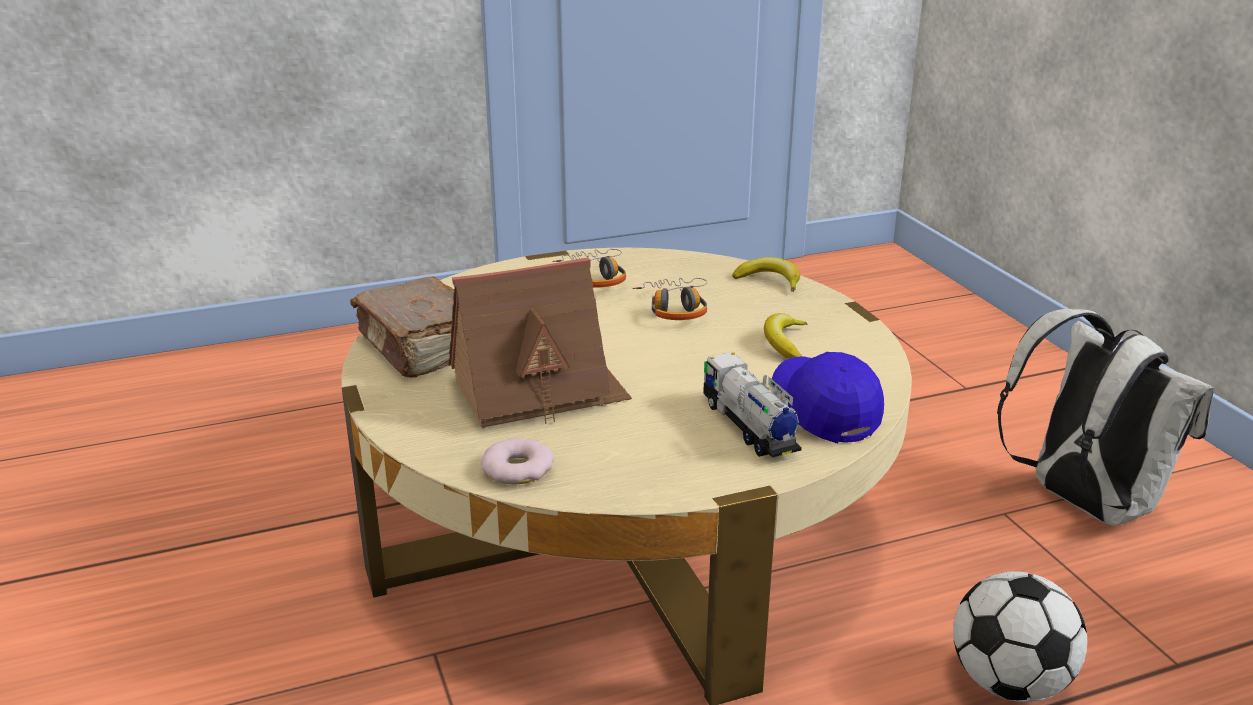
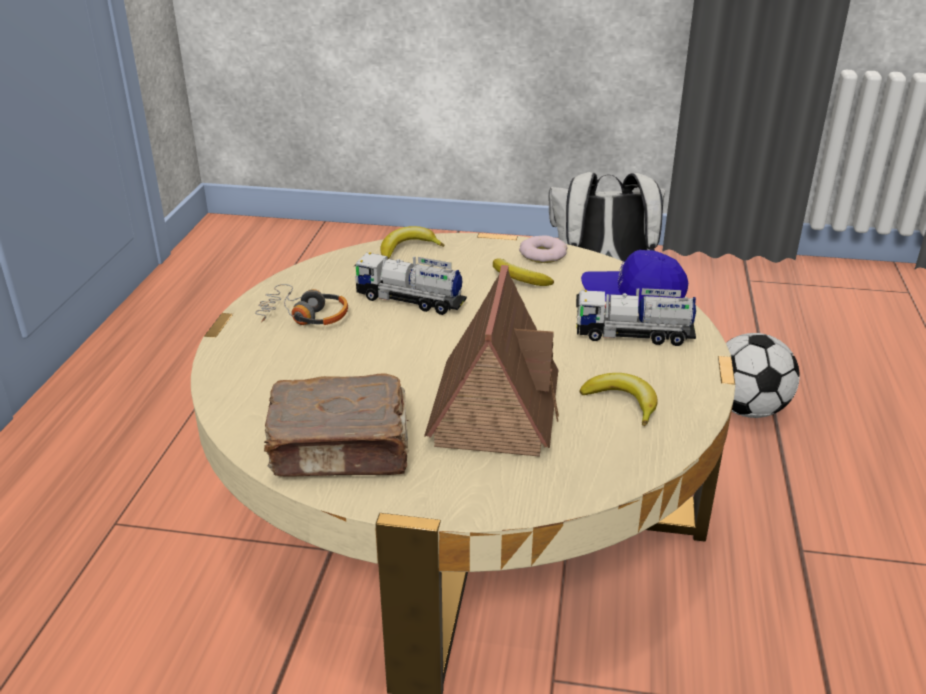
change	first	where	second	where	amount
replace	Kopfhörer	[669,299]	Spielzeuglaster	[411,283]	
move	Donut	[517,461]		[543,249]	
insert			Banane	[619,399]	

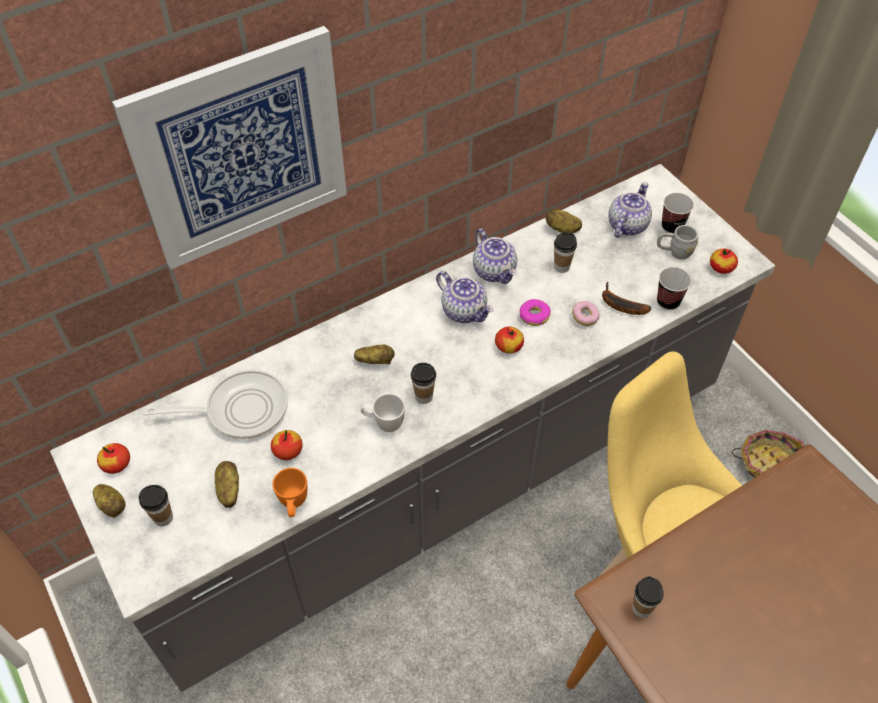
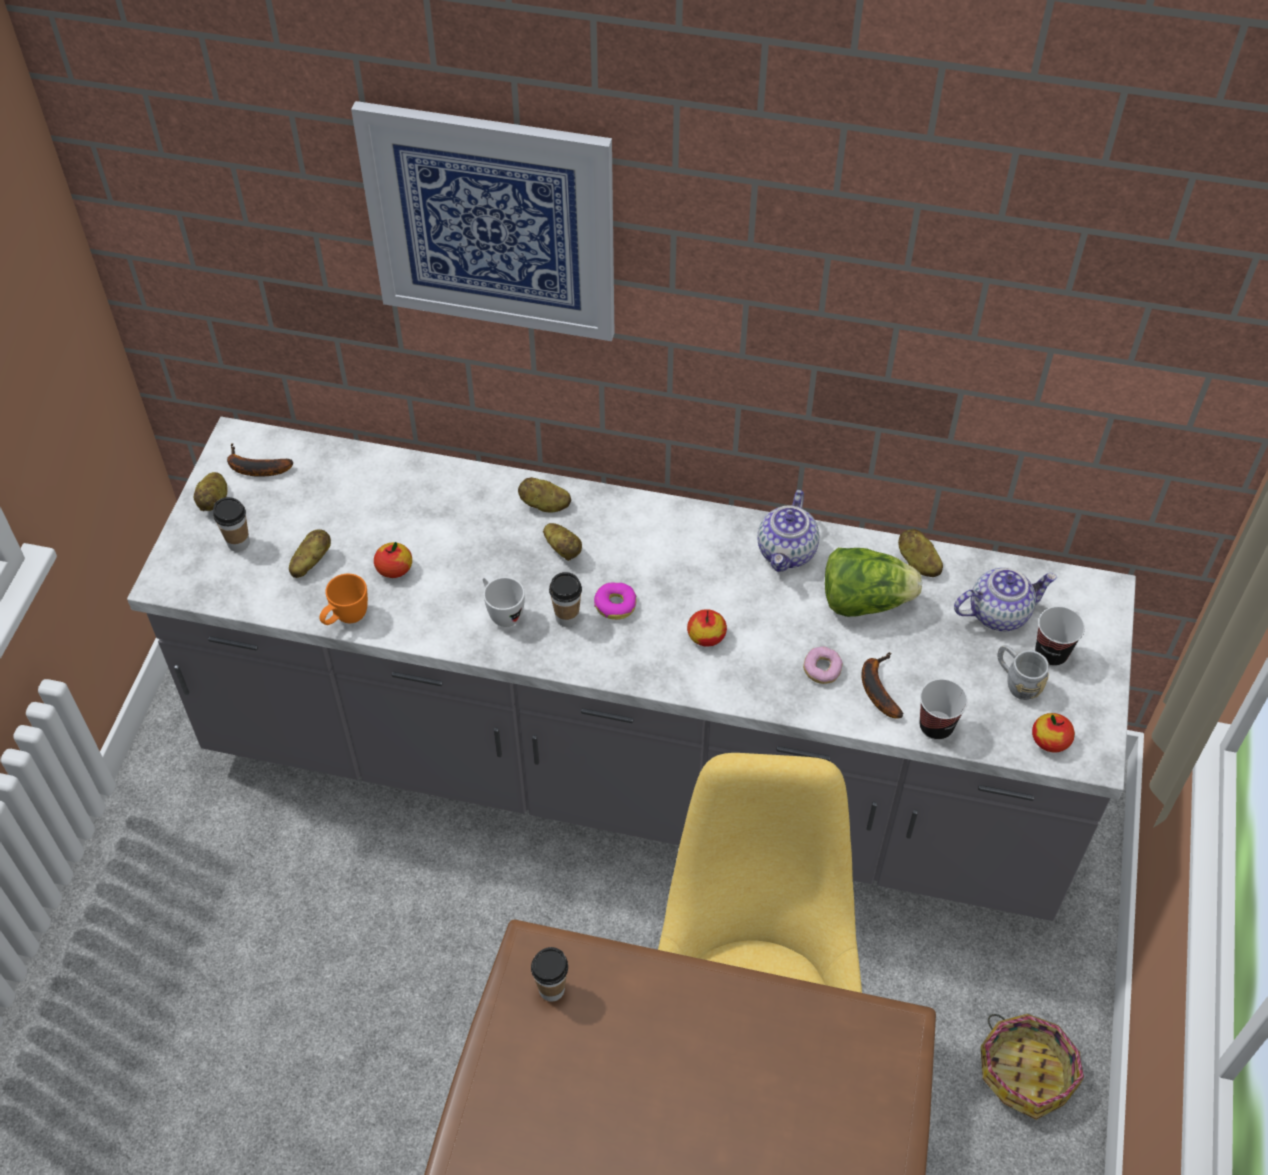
change	first	where	second	where	amount
replace	Apfel	[113,458]	Banane	[260,460]	
insert			Kartoffel	[544,494]	
move	Donut	[535,312]		[615,601]	
replace	Tasse	[565,252]	Salatkopf	[873,582]	
delete	Pfanne	[215,404]			
delete	Teekanne	[465,297]			

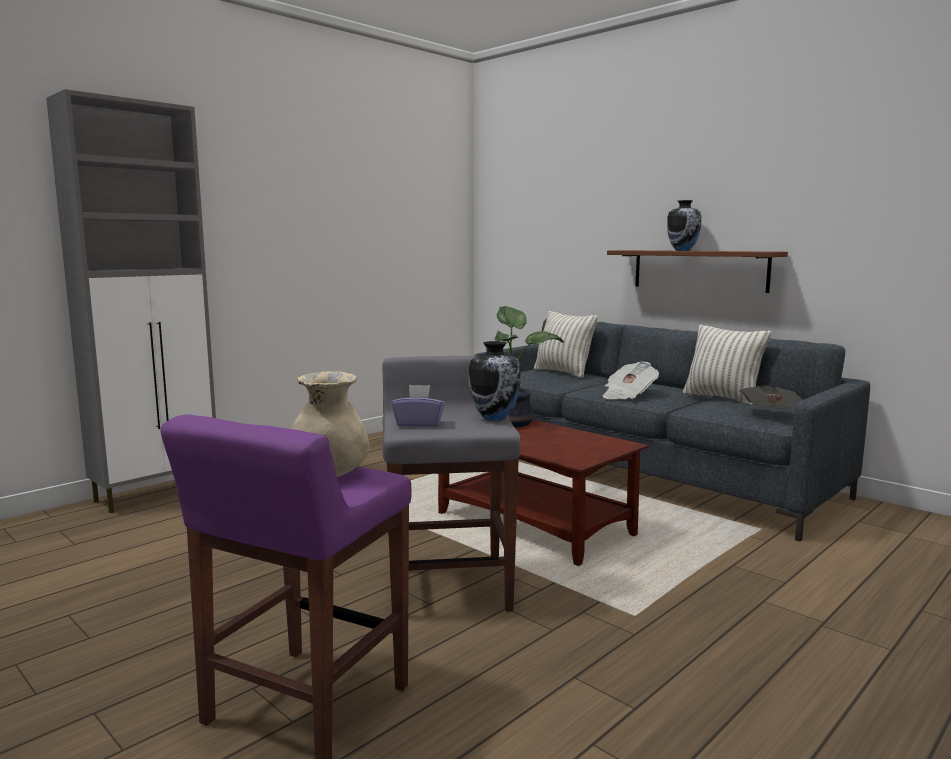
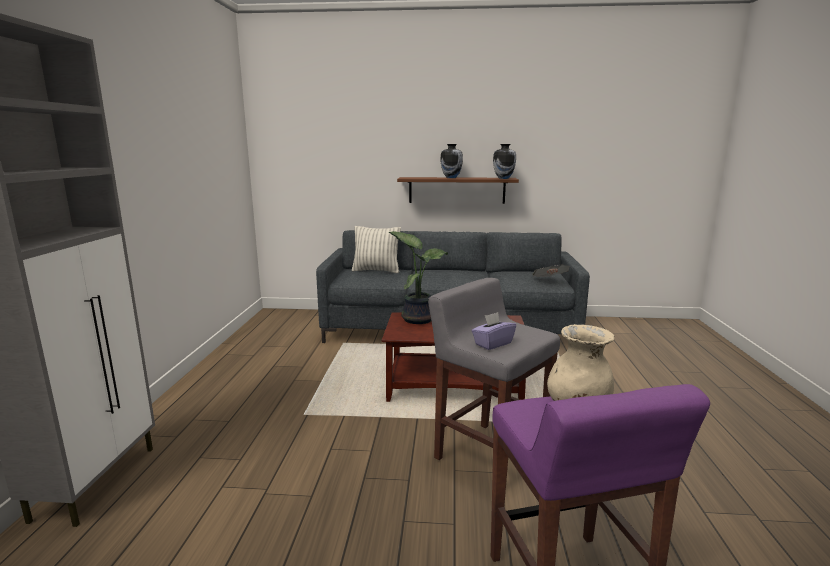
change	first	where	second	where	amount
move	Vase	[495,381]		[504,161]	
delete	Zeitung	[631,380]			
delete	Kissen	[727,365]			

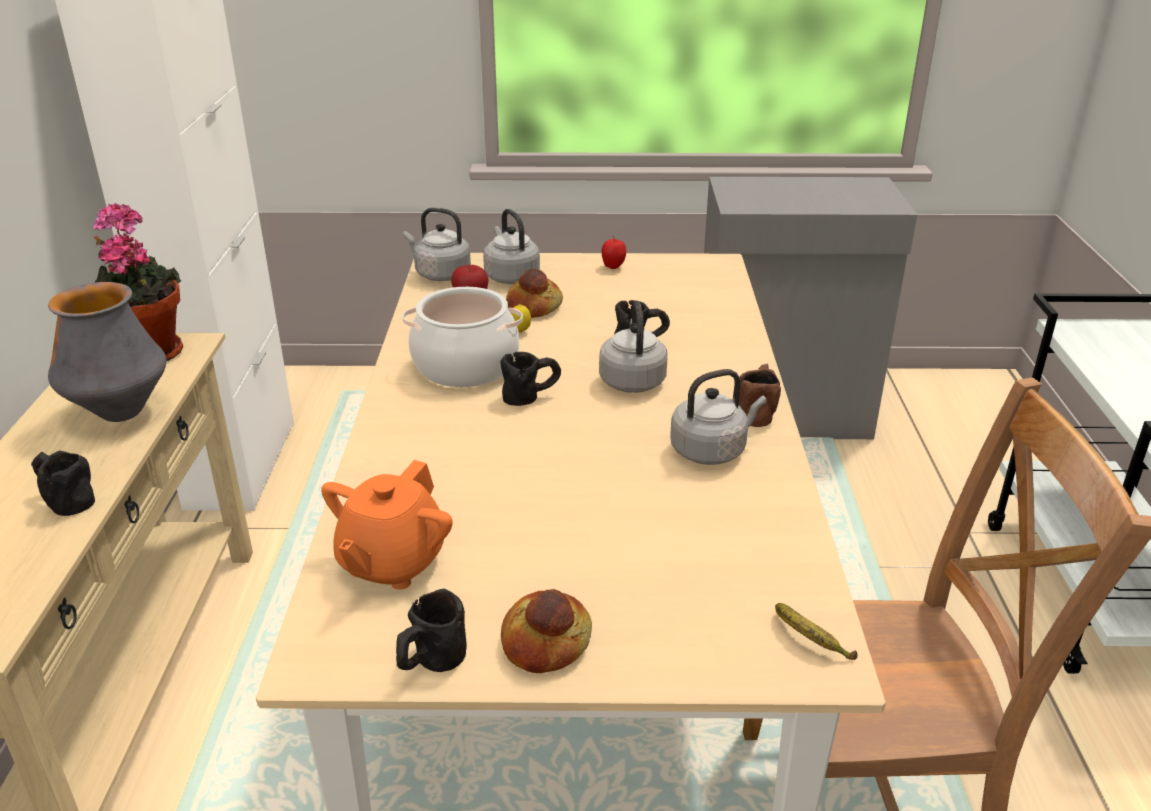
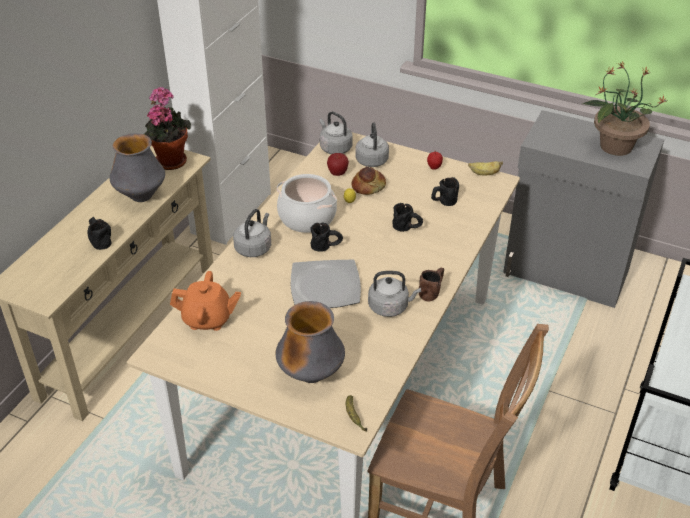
change	first	where	second	where	amount
rotate	Teekanne [orange]	[387,525]		[205,301]	135 degrees counterclockwise
move	Wasserkessel [grau]	[633,347]		[252,233]	
insert			Vase	[310,342]	
insert			Teller	[326,284]	
move	Henkelbecher [schwarz]	[431,630]		[445,191]	
insert			Banane	[485,168]	
insert			Topfpflanze	[625,109]	
delete	Brot	[546,631]			

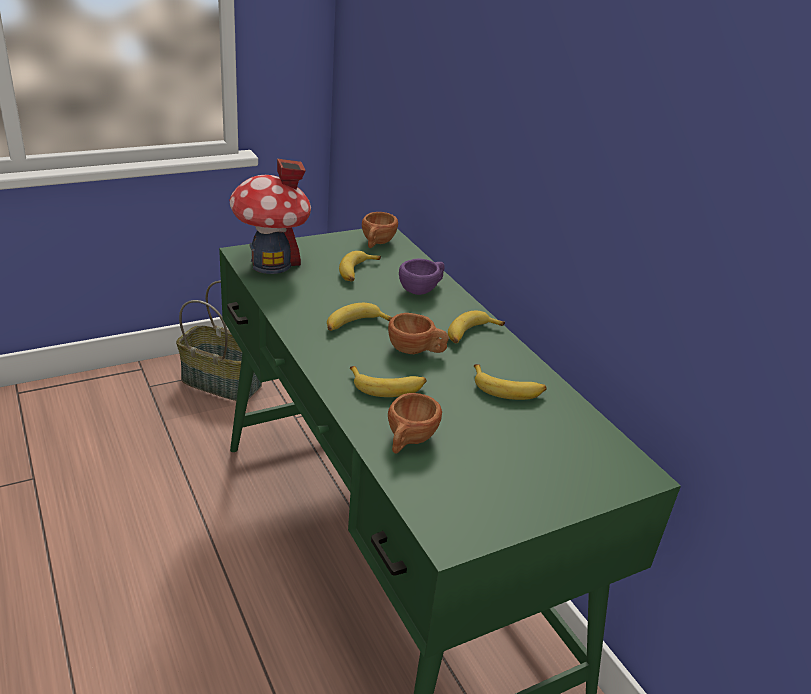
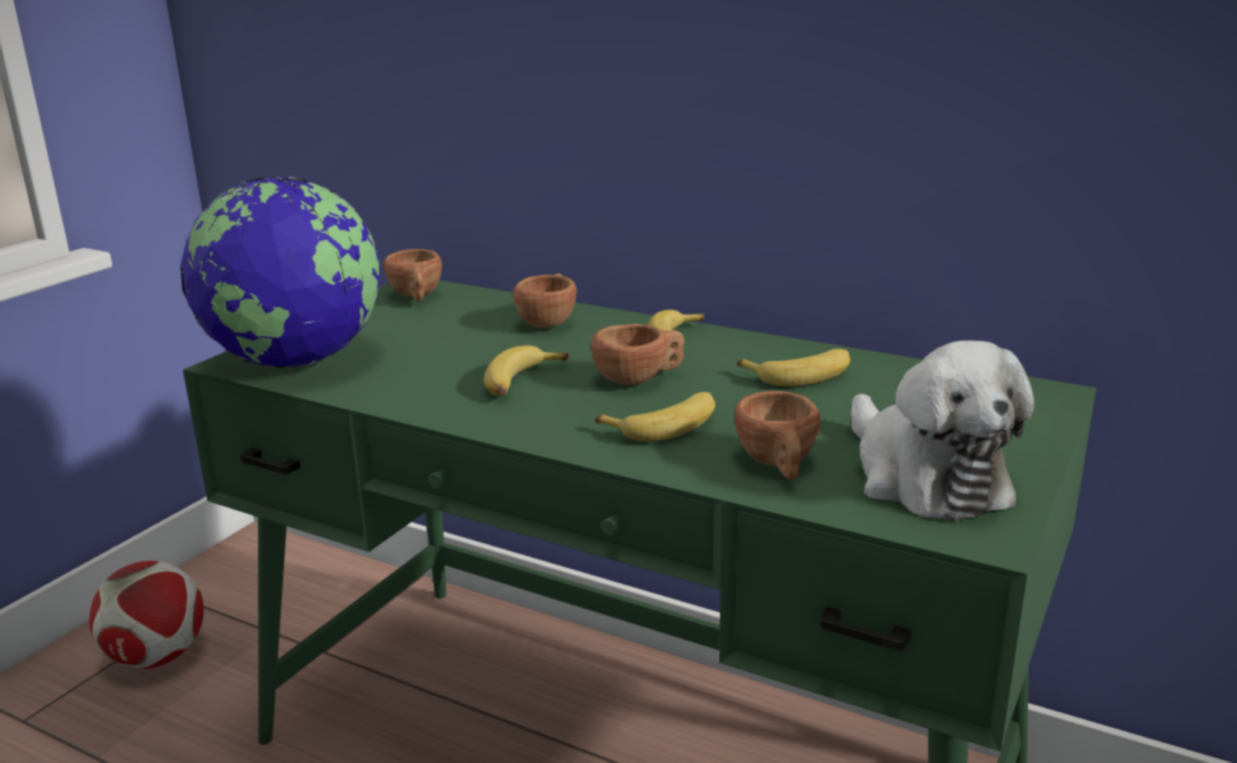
change	first	where	second	where	amount
replace	Korb	[219,340]	Fußball	[146,615]	
replace	Spielzeughaus	[270,216]	Globus	[280,272]	
recolor	Tasse [lila]	[422,276]	Tasse [braun]	[545,300]	
insert			Plüschtier	[942,430]	
delete	Banane	[360,266]			

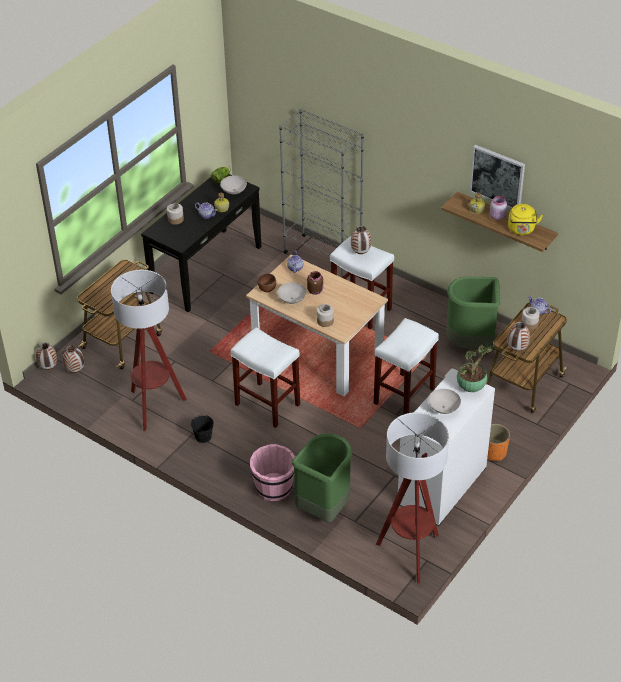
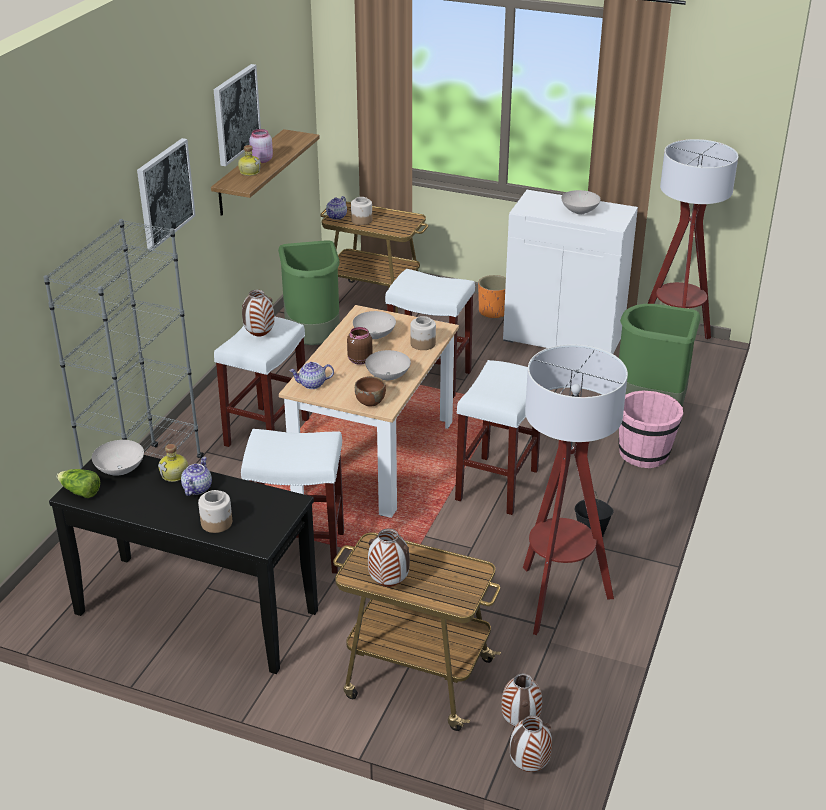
change	first	where	second	where	amount
insert			Bild	[166,194]	
insert			Hocker [weiß]	[292,501]	
insert			Schüssel [weiß]	[374,325]	
move	Vase	[518,336]		[389,557]	
delete	Topfpflanze	[476,368]			
delete	Wasserkessel [gelb]	[525,219]			

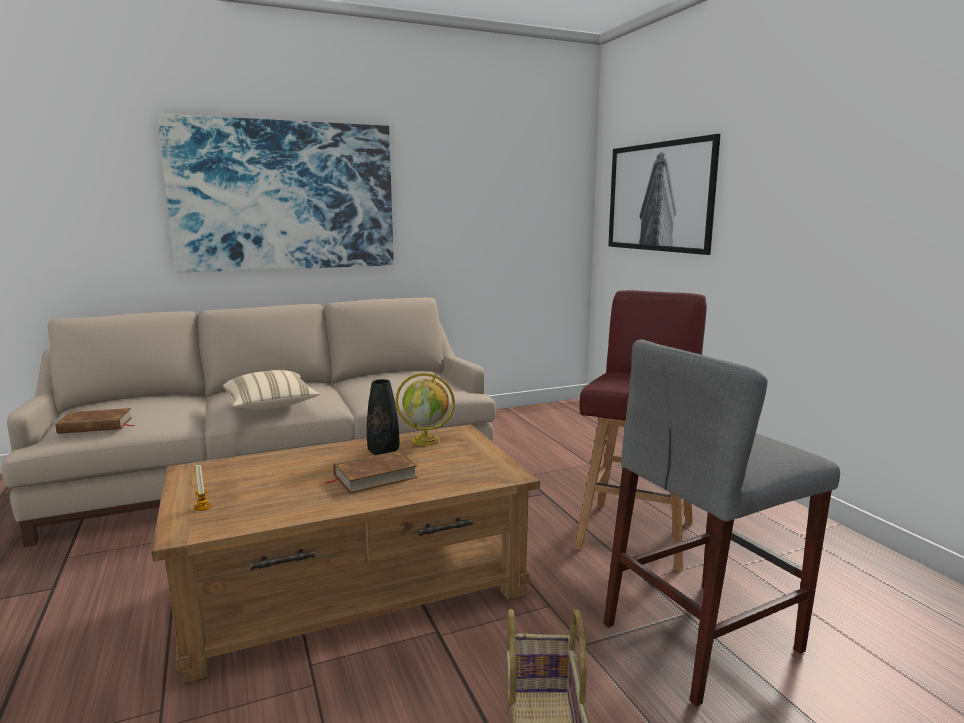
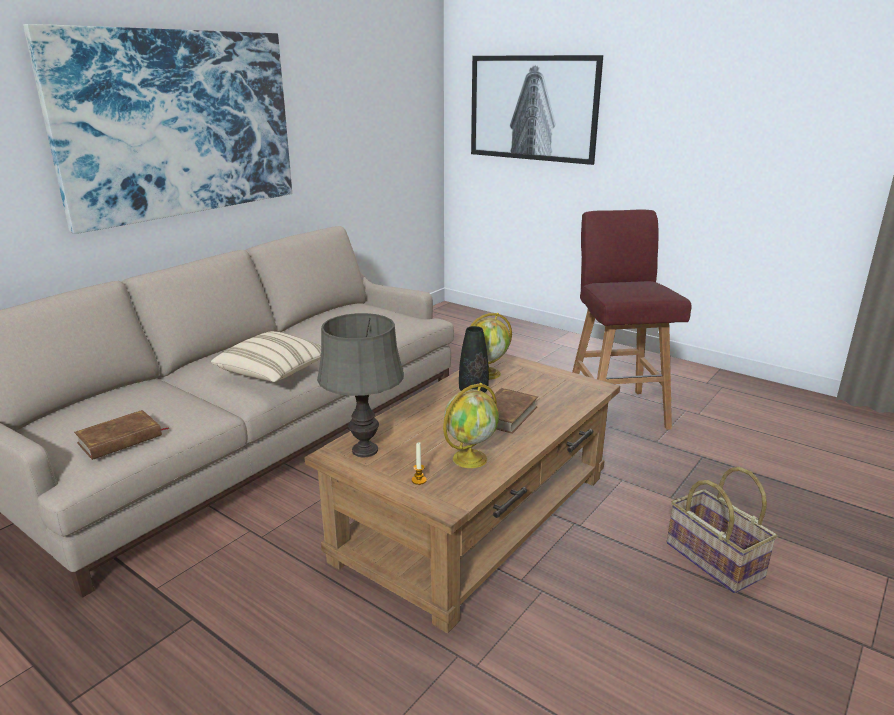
change	first	where	second	where	amount
insert			Tischlampe [grau]	[360,385]	
insert			Globus	[471,425]	
delete	Hocker [grau]	[722,523]			

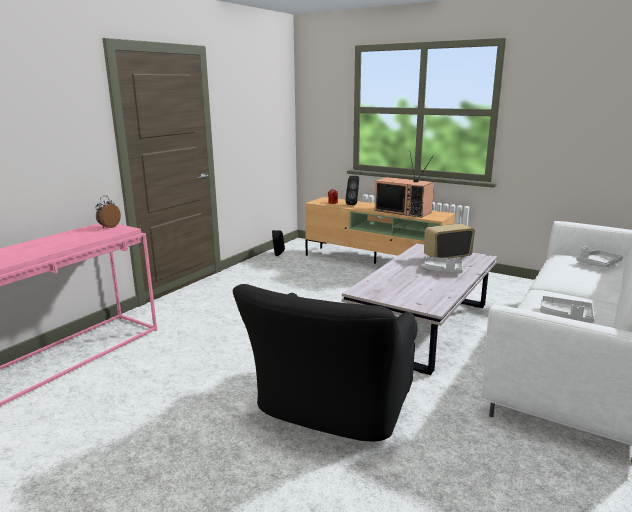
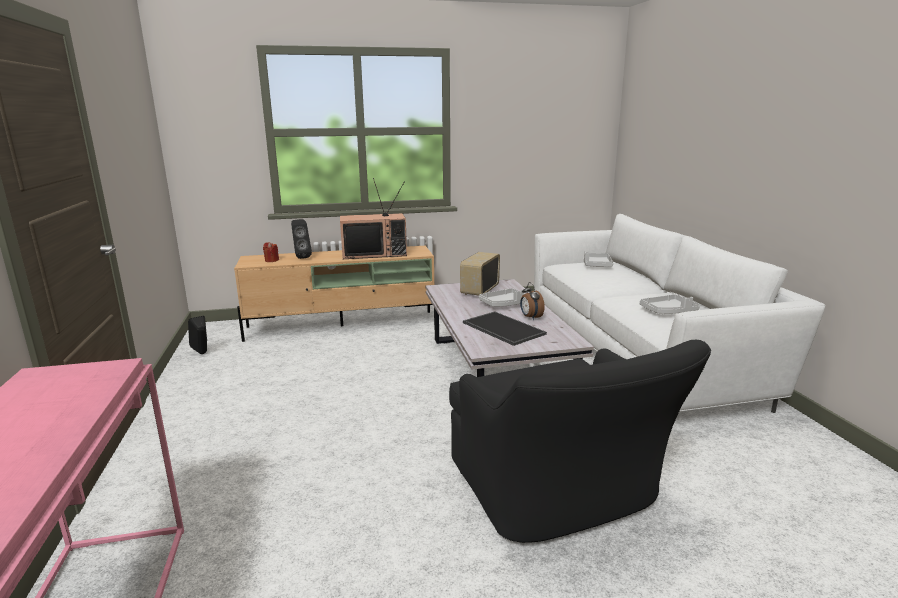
change	first	where	second	where	amount
insert			Tablett	[505,328]	
move	Wecker	[108,212]		[532,301]	

